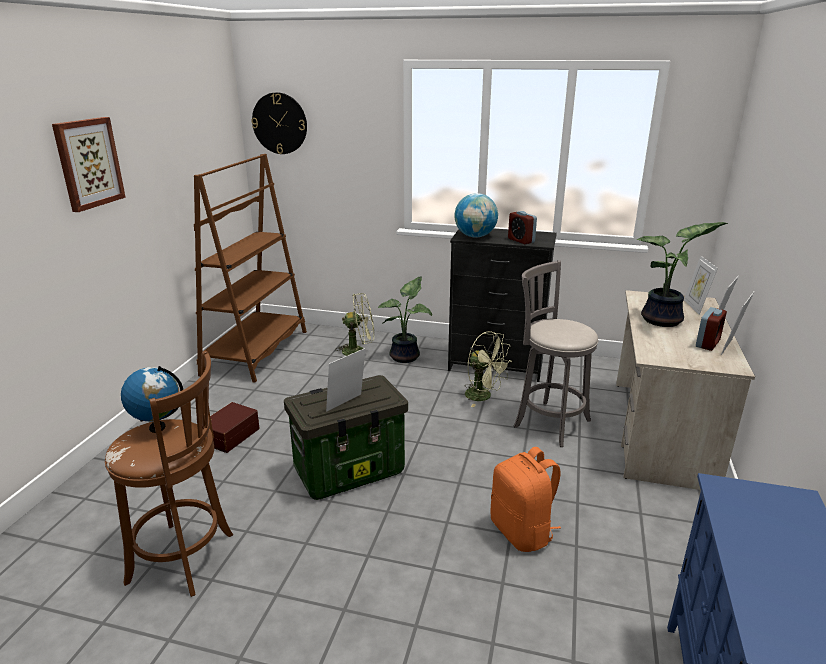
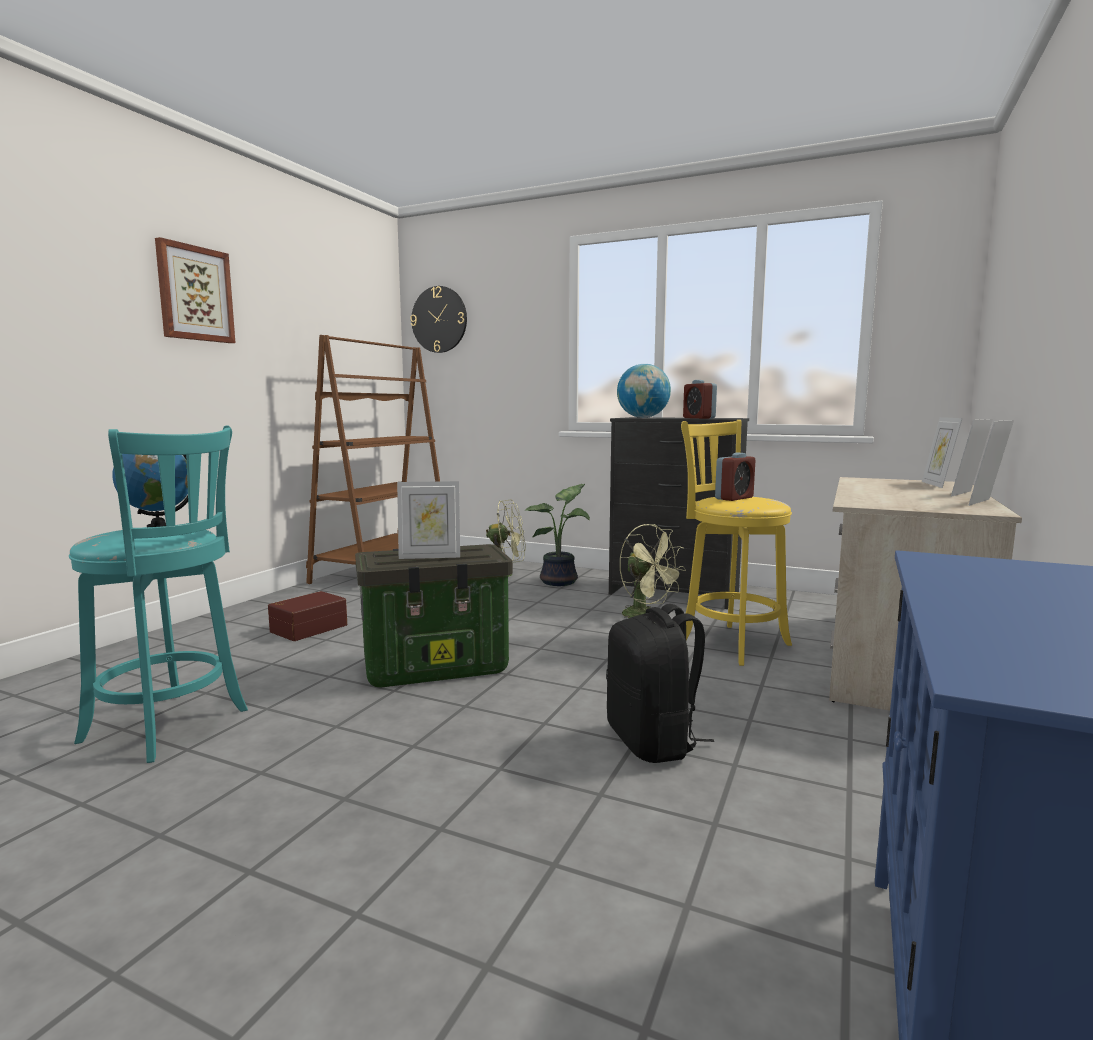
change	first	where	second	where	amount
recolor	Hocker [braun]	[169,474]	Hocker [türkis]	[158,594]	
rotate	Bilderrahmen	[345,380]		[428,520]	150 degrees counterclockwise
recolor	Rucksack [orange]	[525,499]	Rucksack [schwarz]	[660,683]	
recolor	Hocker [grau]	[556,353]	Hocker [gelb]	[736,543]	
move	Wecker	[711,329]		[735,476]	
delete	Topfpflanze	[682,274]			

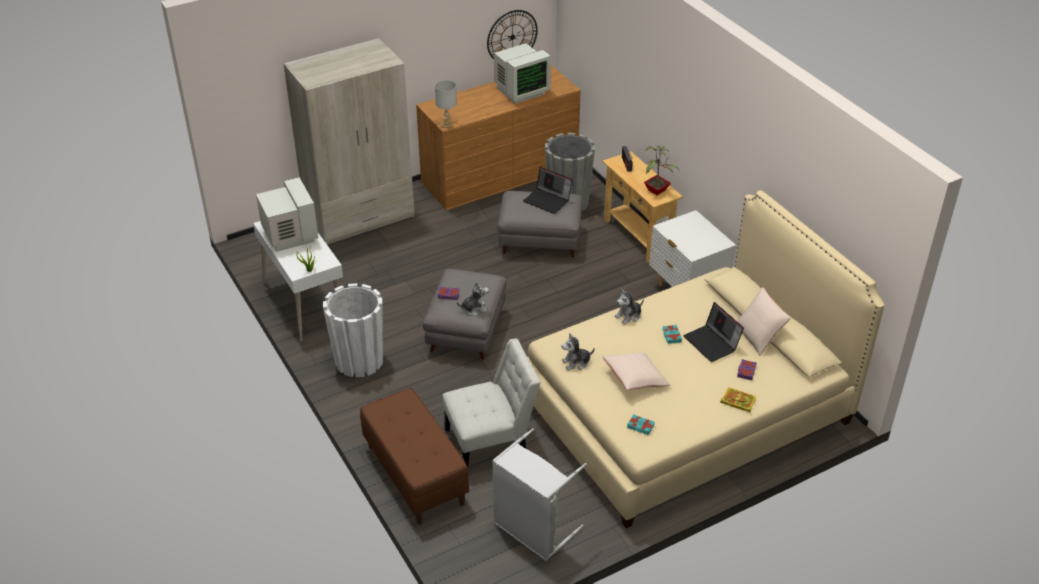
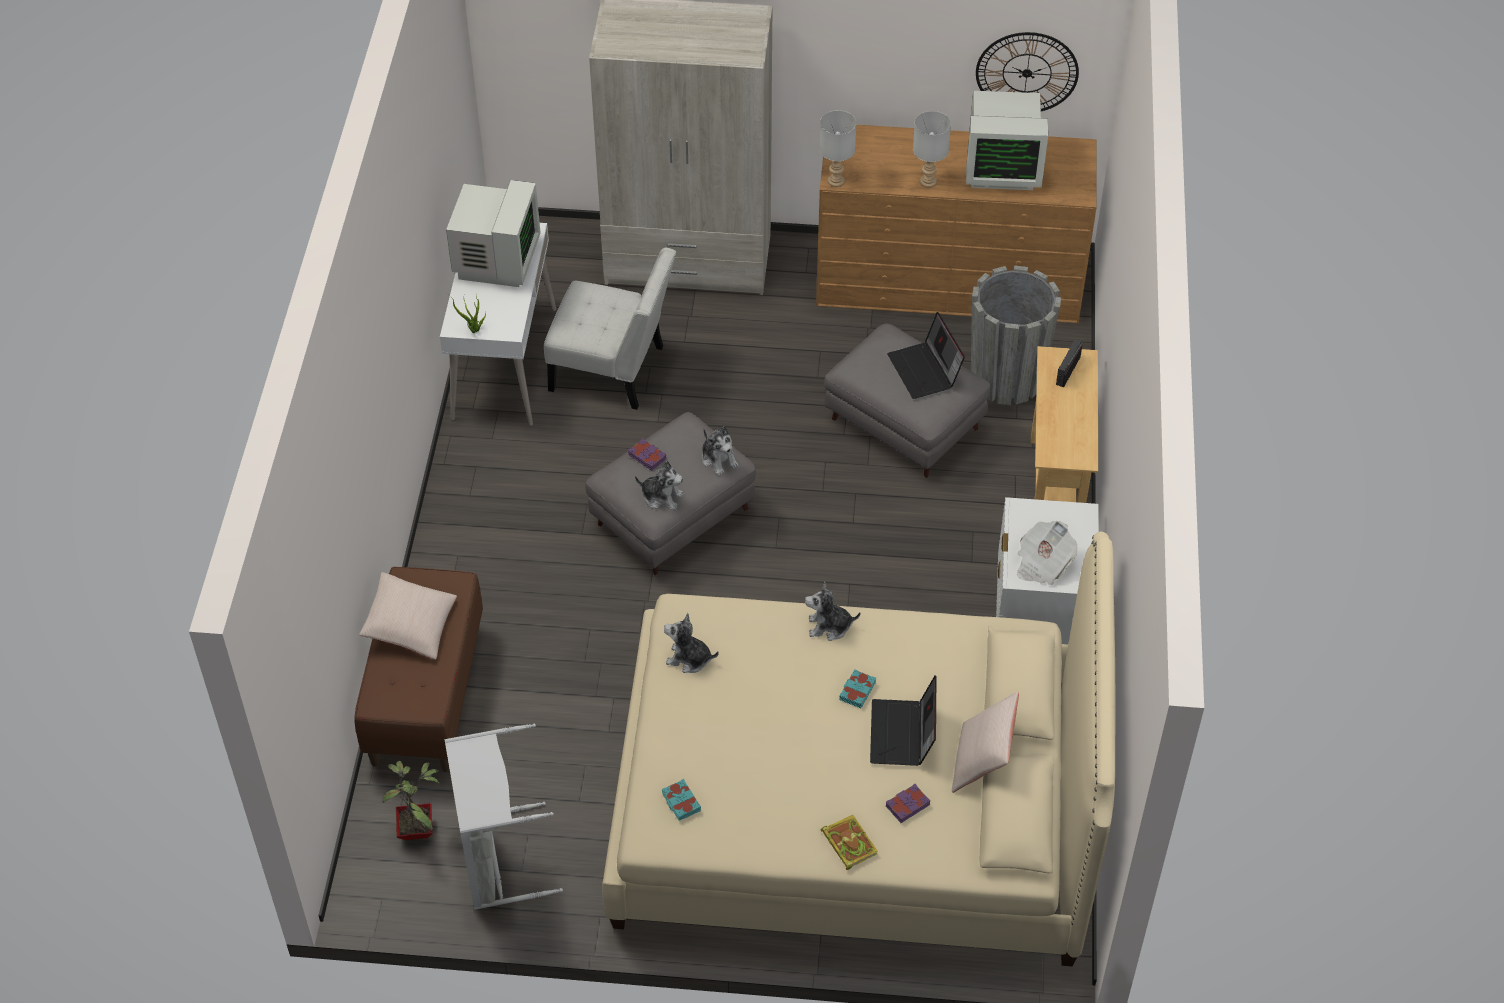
change	first	where	second	where	amount
move	Kissen [beige]	[636,371]		[408,616]	
move	Topfpflanze	[662,170]		[411,800]	
move	Stuhl [weiß]	[492,403]		[610,329]	
insert			Plüschtier	[720,451]	
insert			Tischlampe [grau]	[932,149]	
insert			Zeitung	[1047,553]	
delete	Pflanzkübel [weiß]	[353,330]			

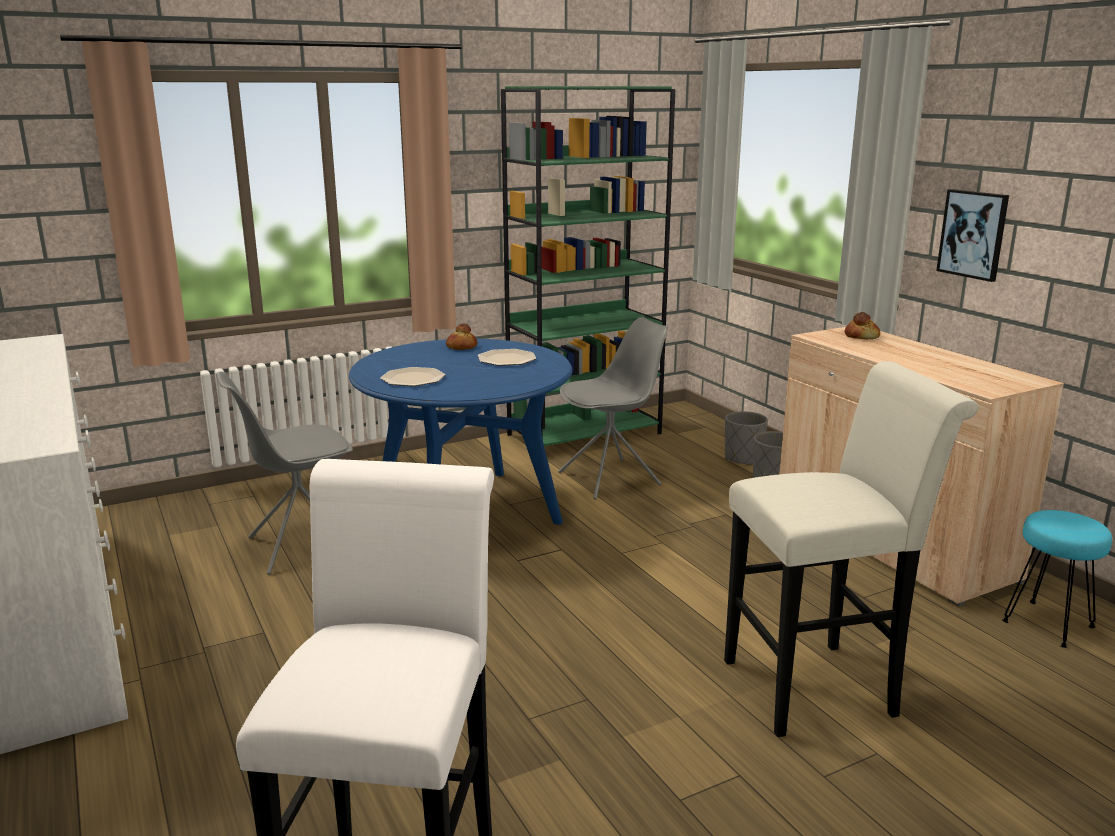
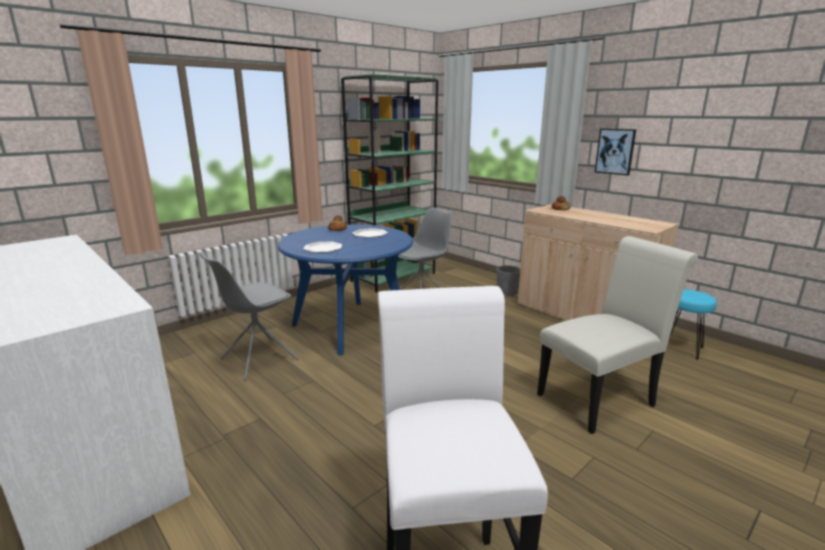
change	first	where	second	where	amount
replace	Hocker [weiß]	[851,549]	Stuhl [weiß]	[617,335]	
delete	Pflanzkübel [grau]	[746,438]			

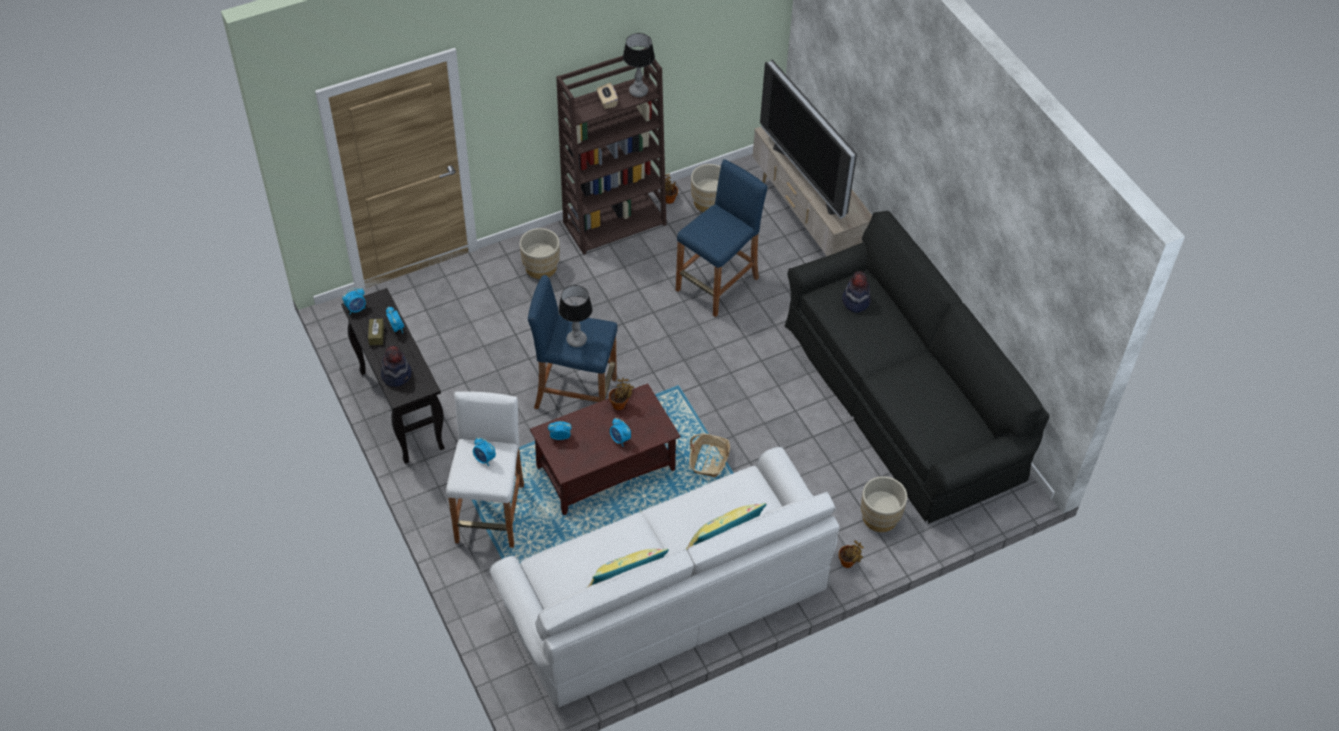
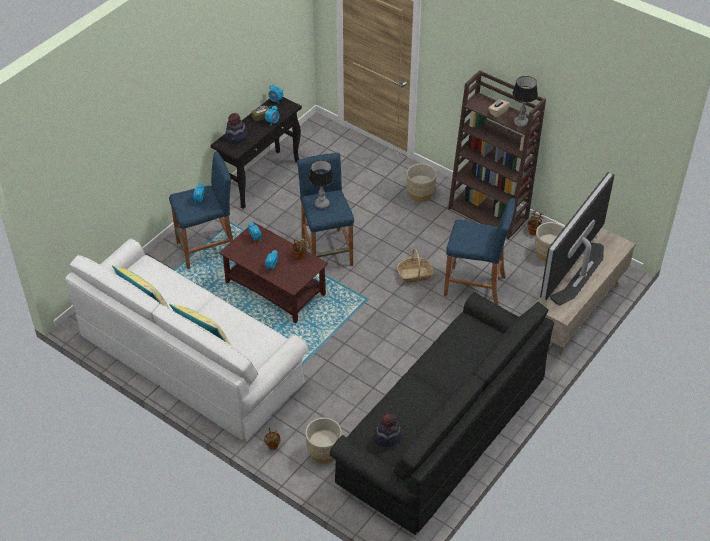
change	first	where	second	where	amount
recolor	Hocker [weiß]	[485,469]	Hocker [blau]	[201,210]	
move	Hut	[856,292]		[388,430]	
move	Korb	[709,455]		[415,266]	

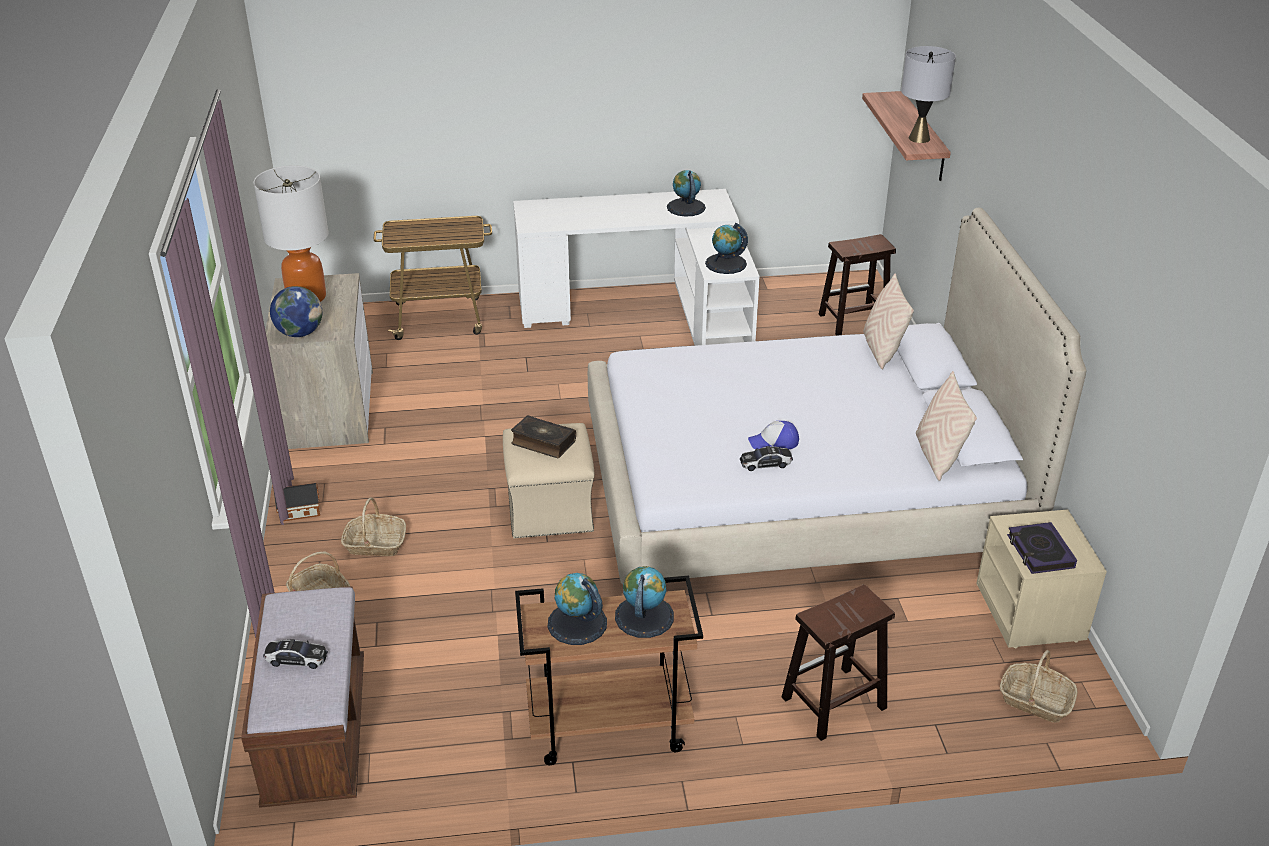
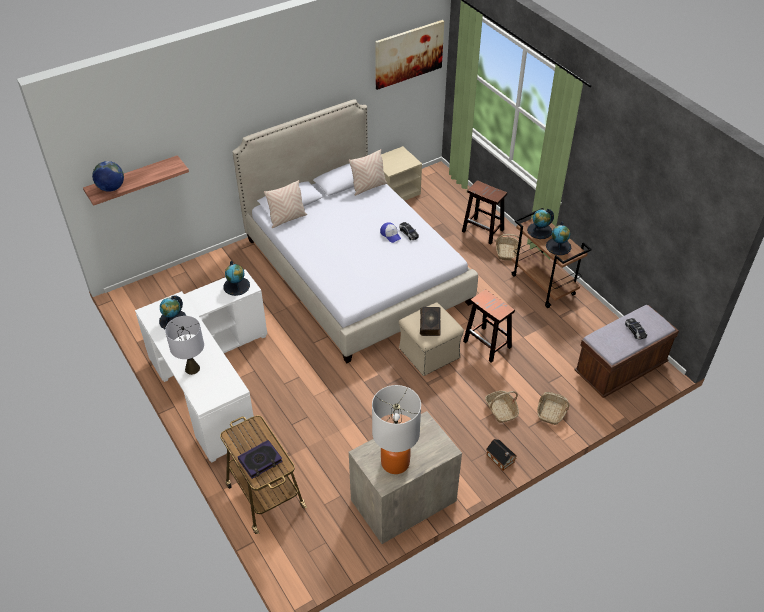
change	first	where	second	where	amount
move	Globus	[296,311]		[108,176]	
move	Tischlampe [grau]	[928,94]		[184,345]	
move	Buch	[1042,548]		[260,459]	
insert			Bild	[409,55]	
move	Hocker [braun]	[857,285]		[489,326]	
move	Korb	[1038,686]		[509,247]	

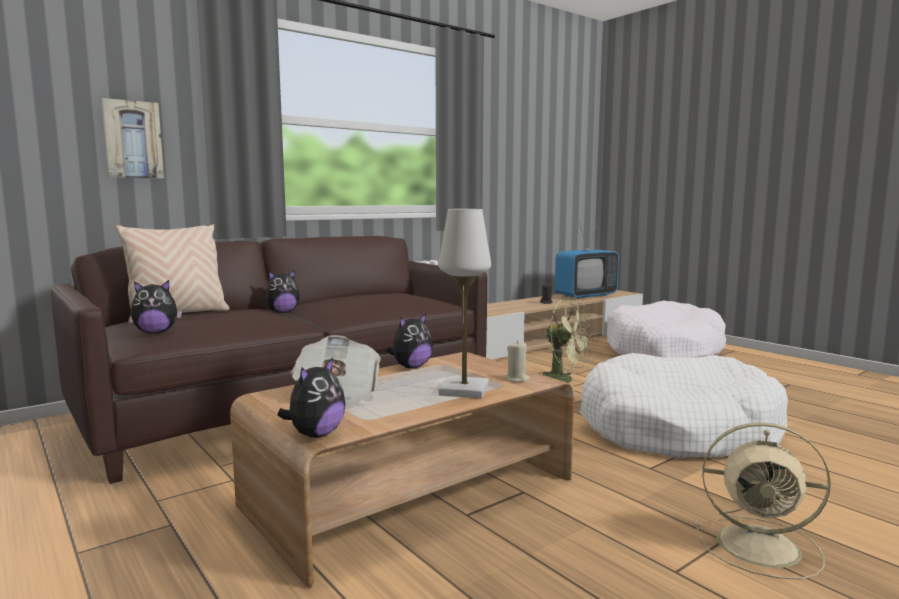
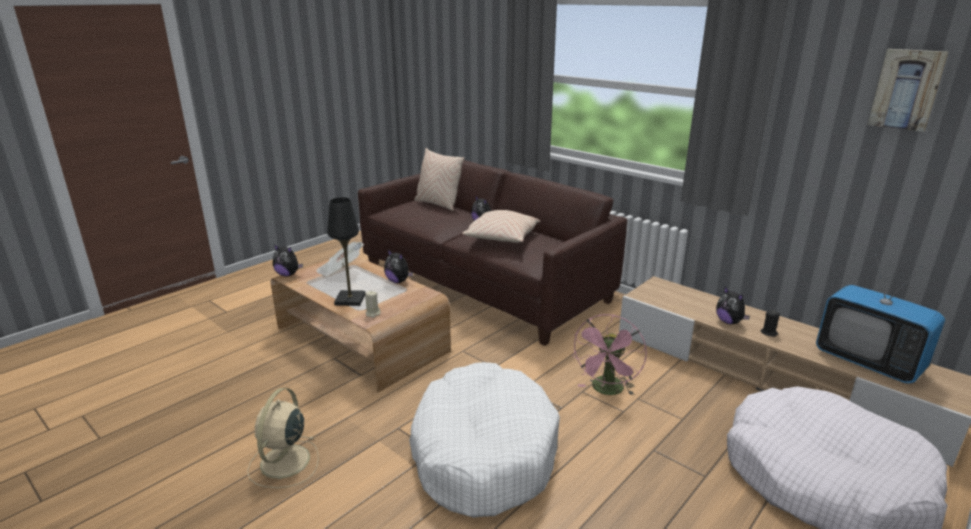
change	first	where	second	where	amount
recolor	Tischlampe [weiß]	[465,303]	Tischlampe [schwarz]	[346,251]	
insert			Kissen [beige]	[501,226]	
recolor	Ventilator [grün]	[565,340]	Ventilator [rosa]	[609,355]	
move	Plüschtier	[156,307]		[733,305]	
move	Bild	[132,138]		[908,90]	

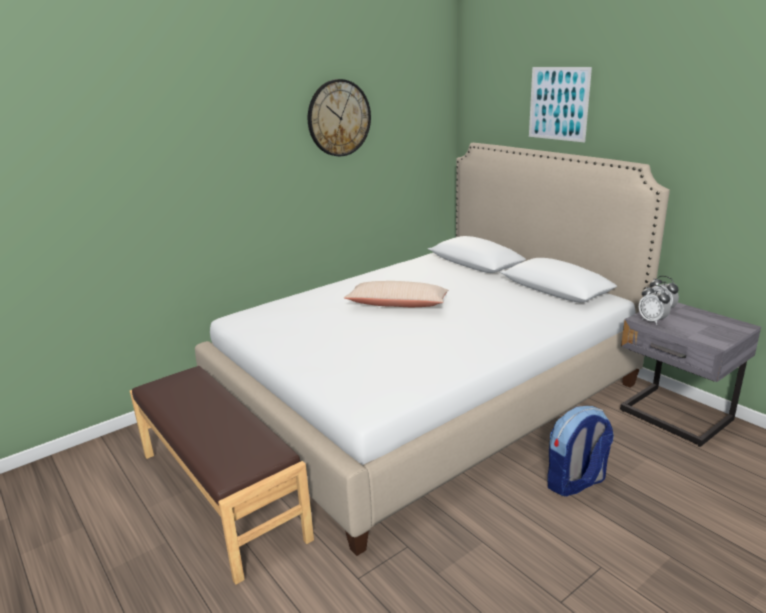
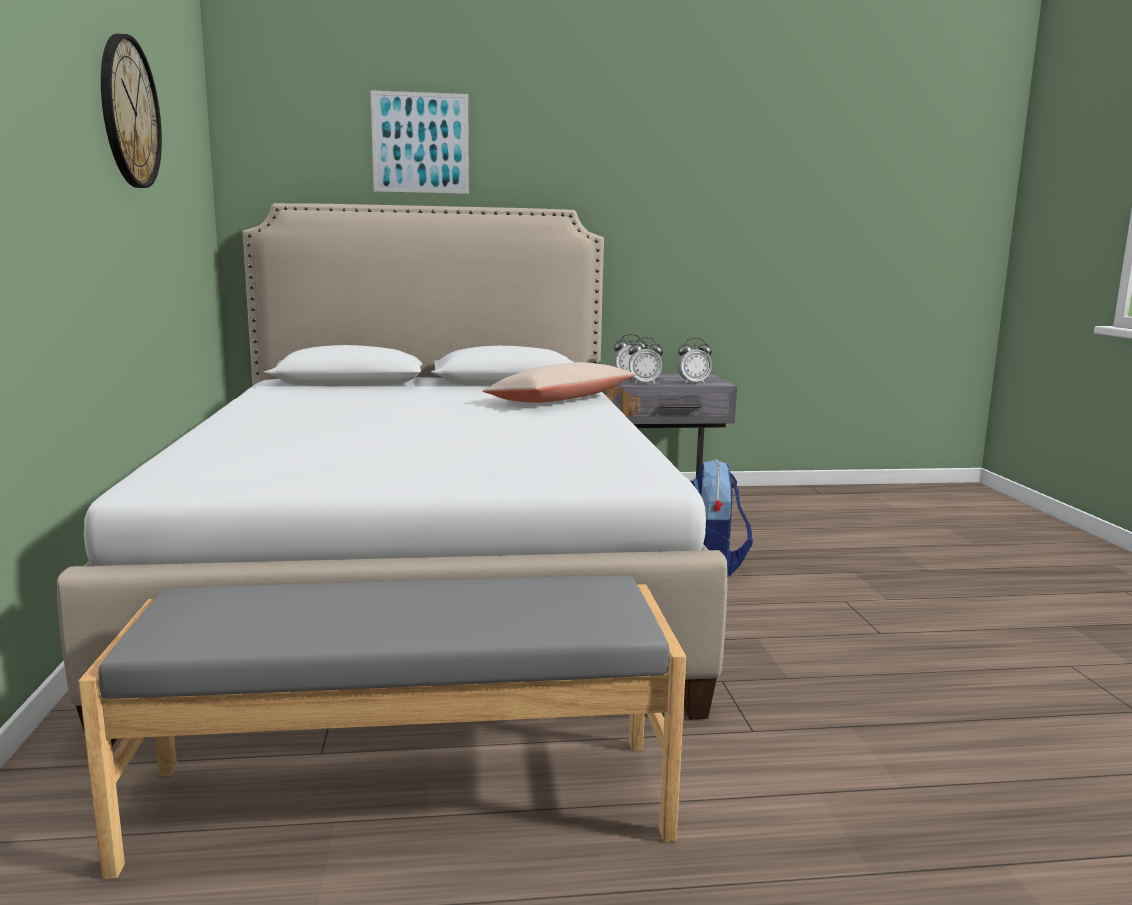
change	first	where	second	where	amount
recolor	Bank [braun]	[222,475]	Bank [grau]	[382,727]	
move	Kissen [beige]	[396,294]		[559,382]	
insert			Wecker	[694,361]	

